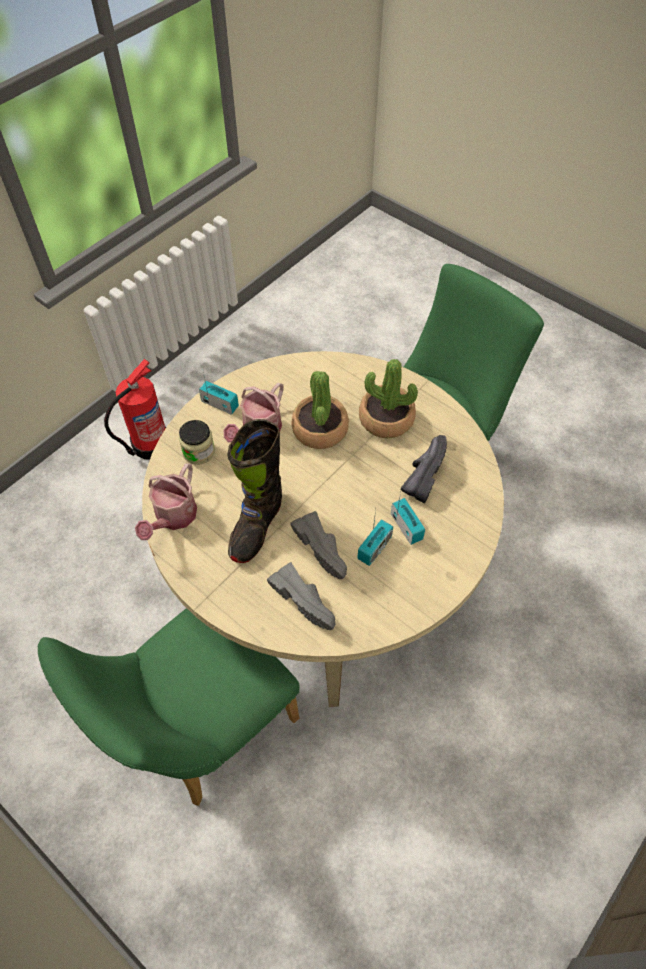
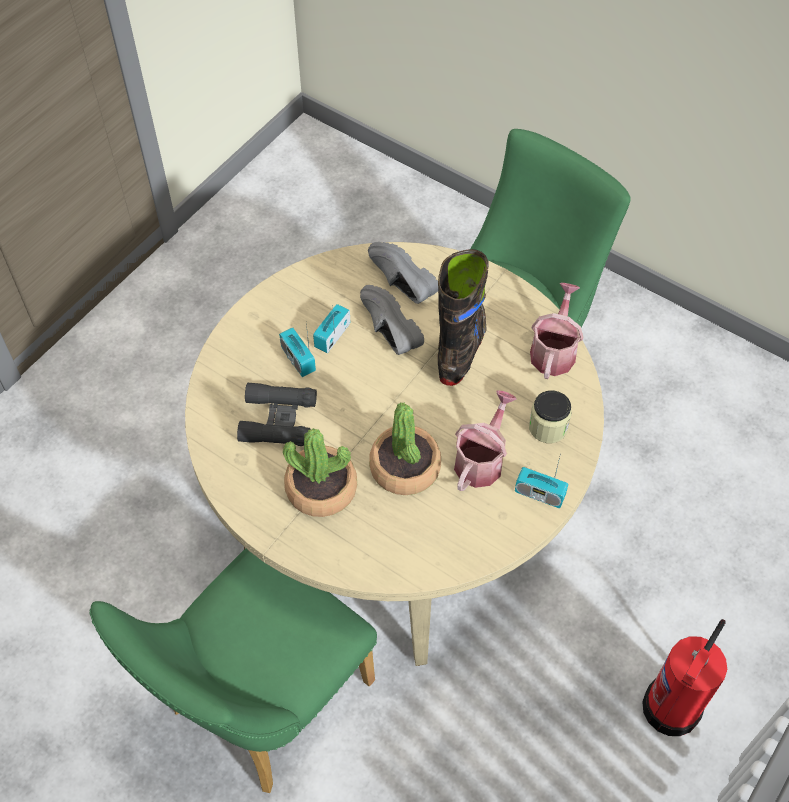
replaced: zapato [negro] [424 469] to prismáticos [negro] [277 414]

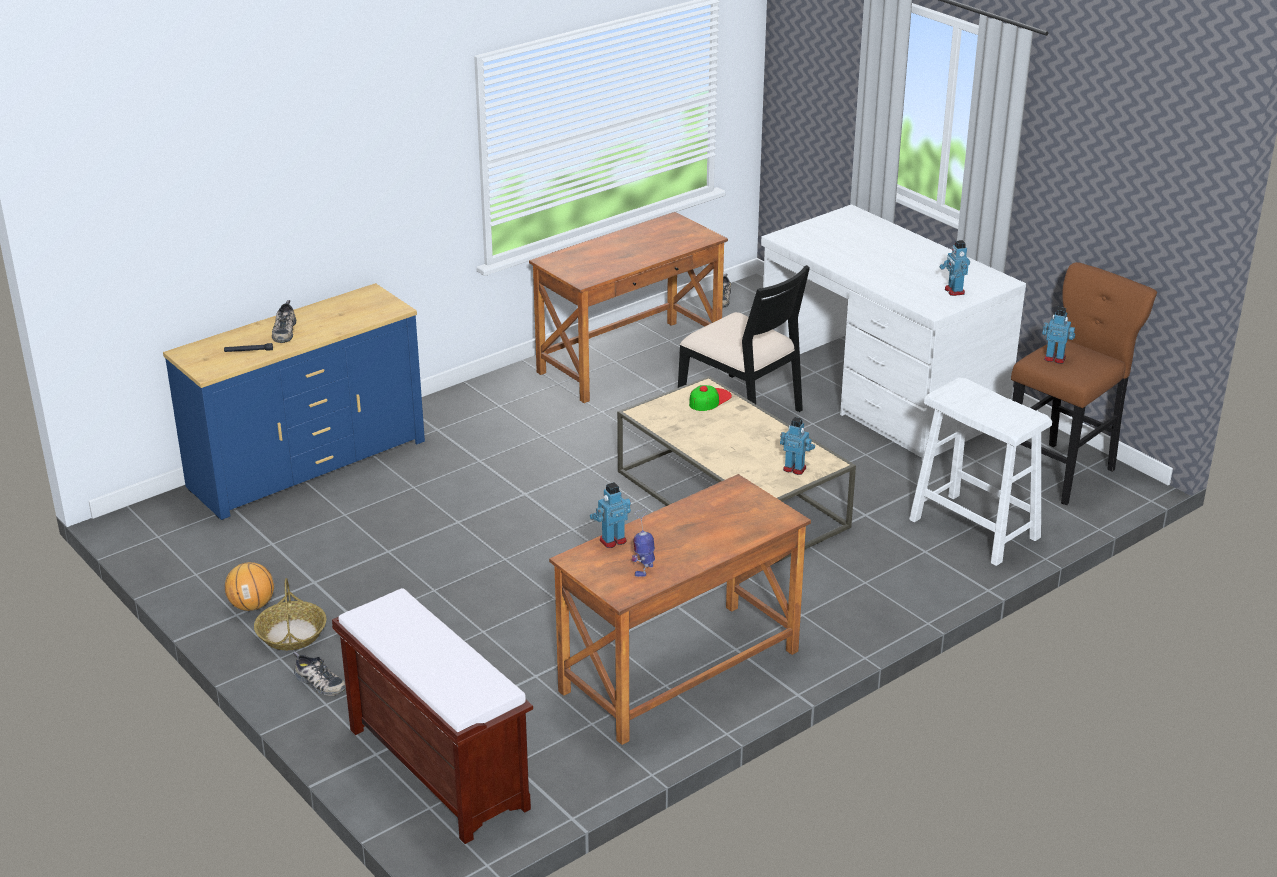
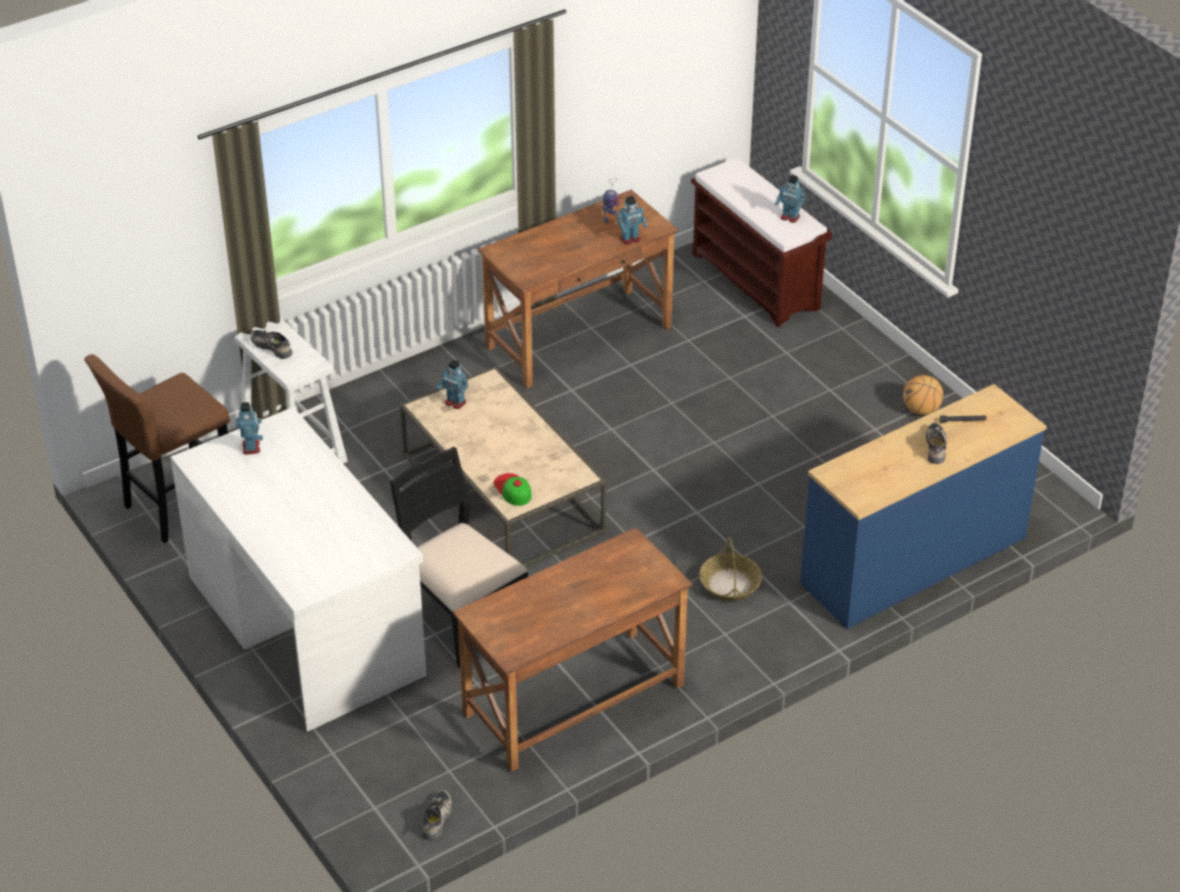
moved: robot de juguete [1058 335] to [790 199]; cesta [290 614] to [730 569]; zapato [319 673] to [272 344]
turned: gorra [710 398] = [513 489] 105 degrees clockwise

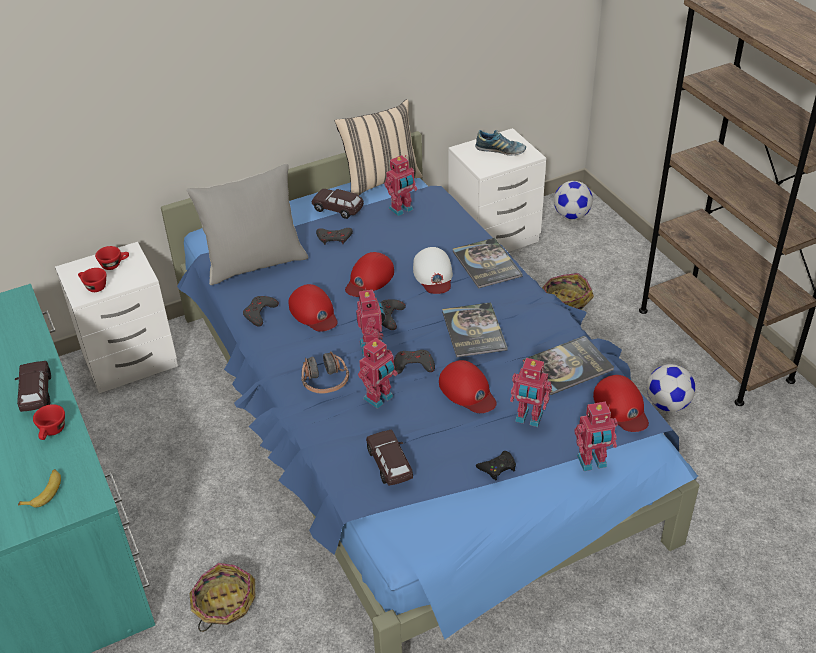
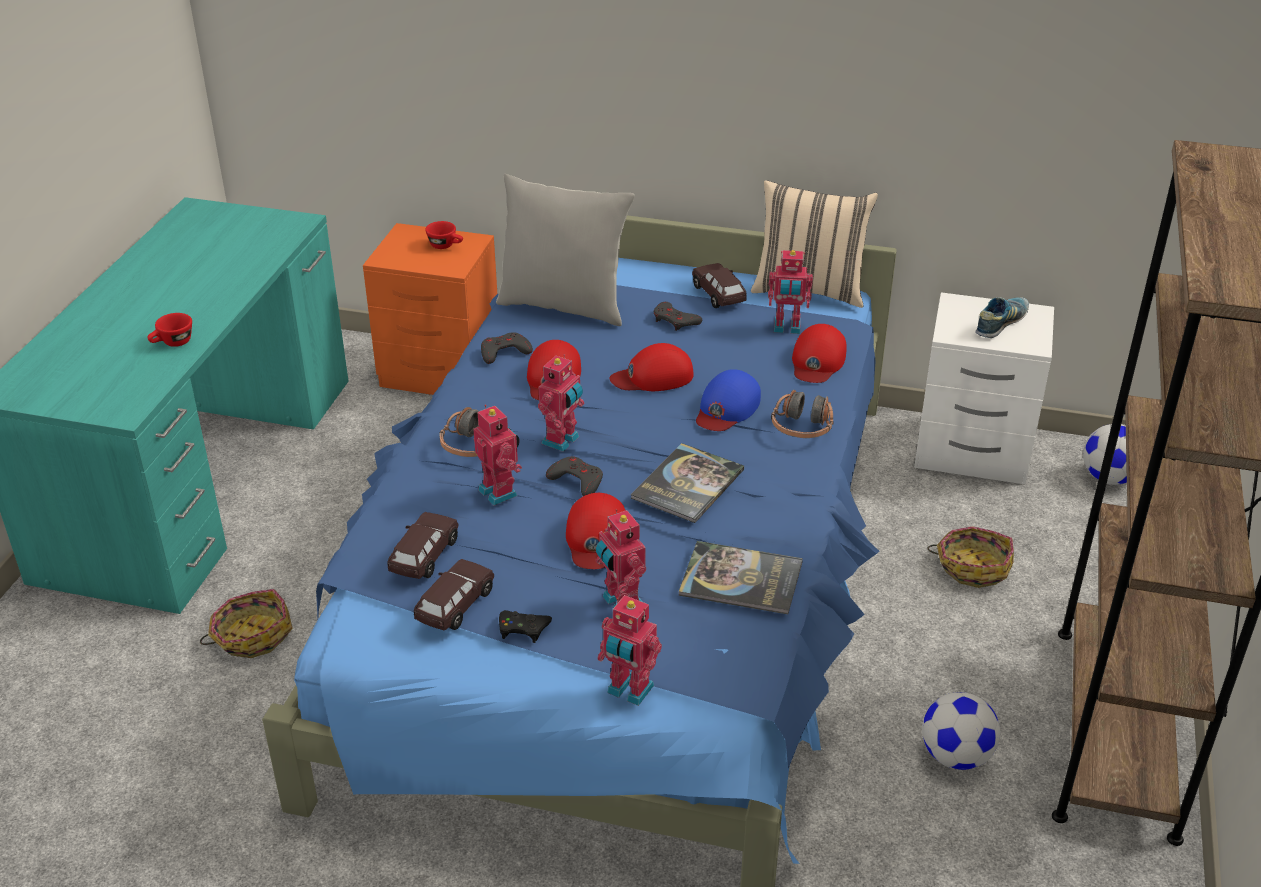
removed: taza [rojo] [92 280]; mando de consola [gris] [393 315]; plátano [39 488]
moved: coche de juguete [marrón] [33 386] to [454 594]; gorra [rojo] [621 403] to [819 353]
replaced: libro [488 263] to auriculares [802 414]
recoloured: mesita de noche [blanco] [116 317] to mesita de noche [naranja] [430 309]; gorra [blanco] [433 270] to gorra [azul] [728 400]
turned: zapato [500 142] = [1002 317] 105 degrees counterclockwise; robot de juguete [378 373] = [497 455] 120 degrees counterclockwise

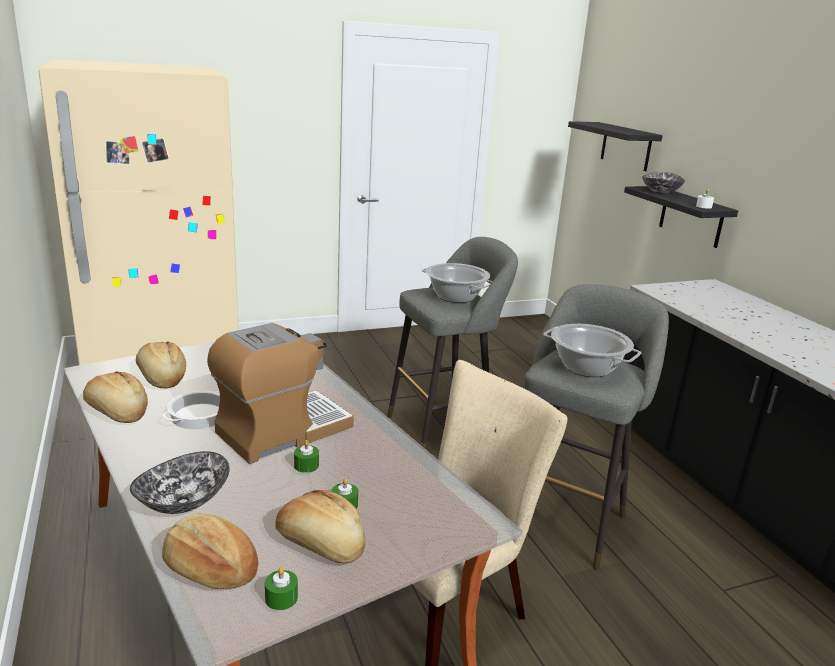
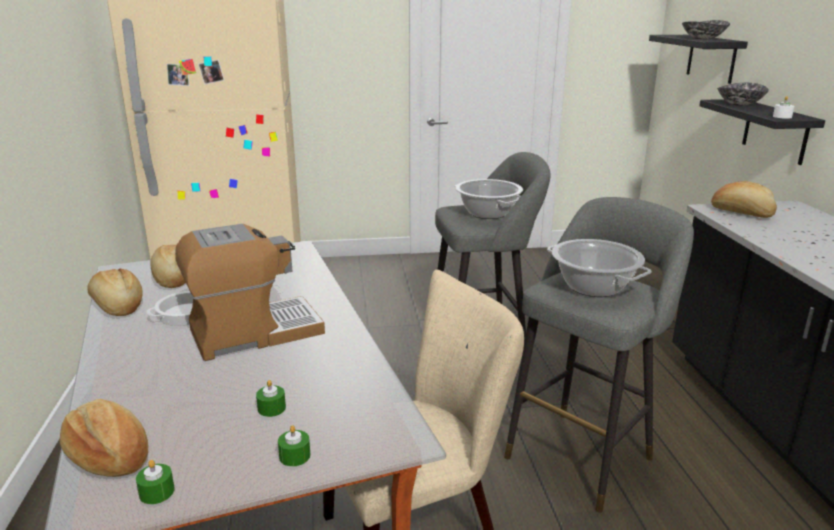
moved: vela [verde] [306 456] to [294 445]; cuenco [180 482] to [706 29]; pan [320 527] to [744 199]

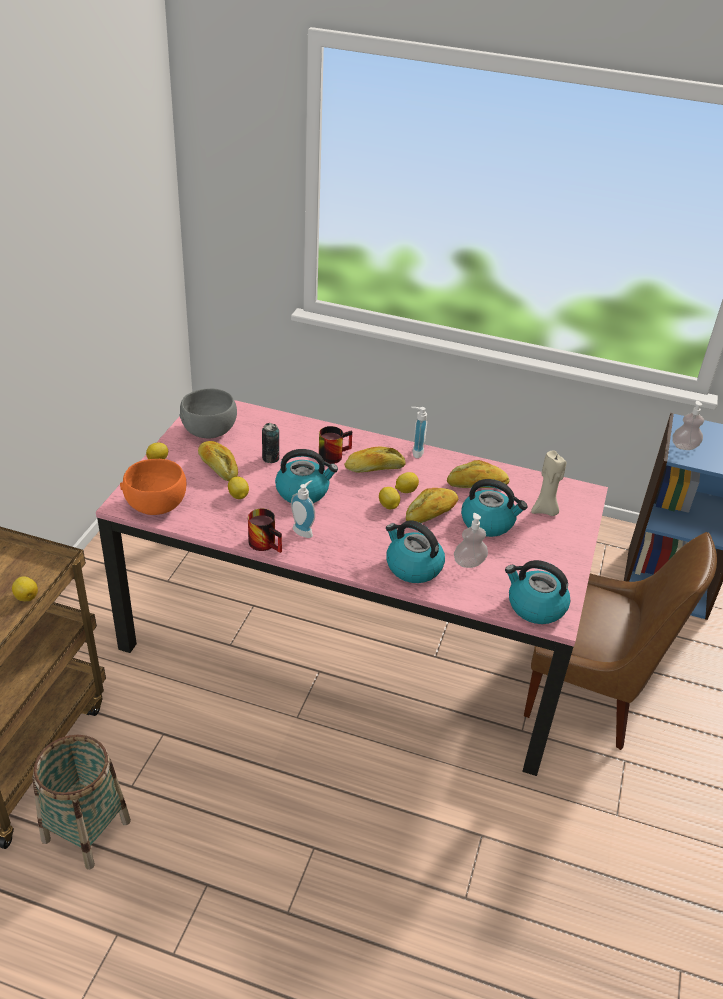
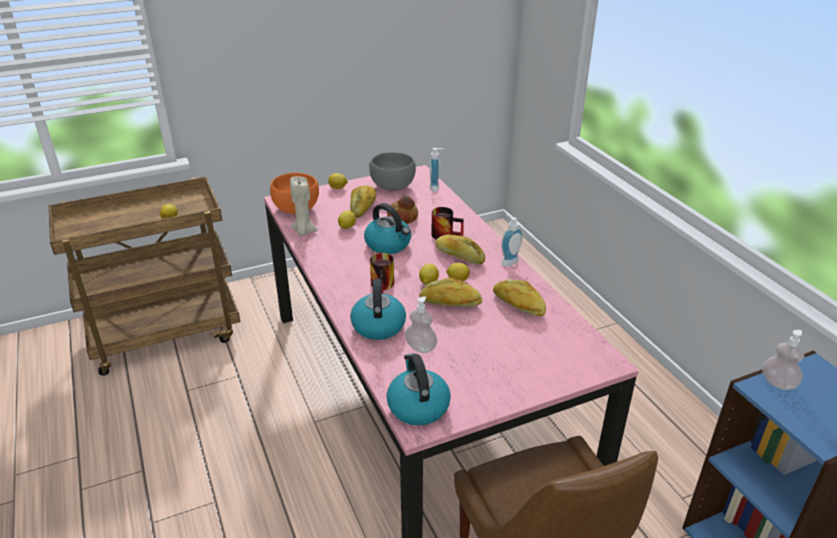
removed: hervidor [494 508]; cesta [81 802]
moved: vela [beis] [548 483] to [304 206]; dispensador de jabón [303 509] to [437 170]; taza grande [265 531] to [382 273]
replaced: lata [271 443] to pan [402 210]

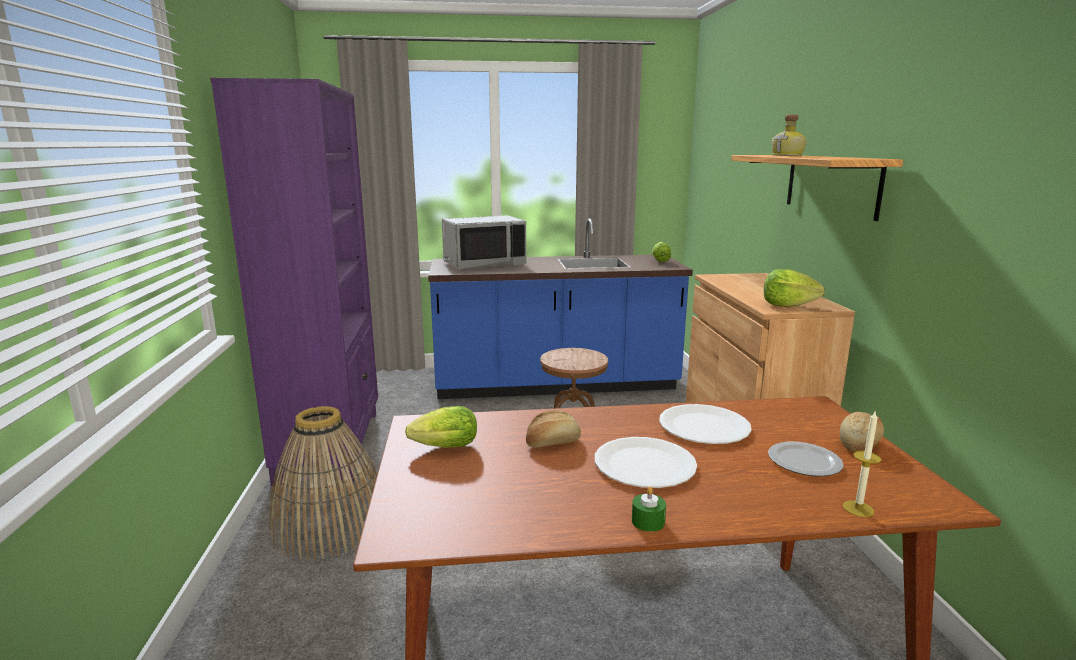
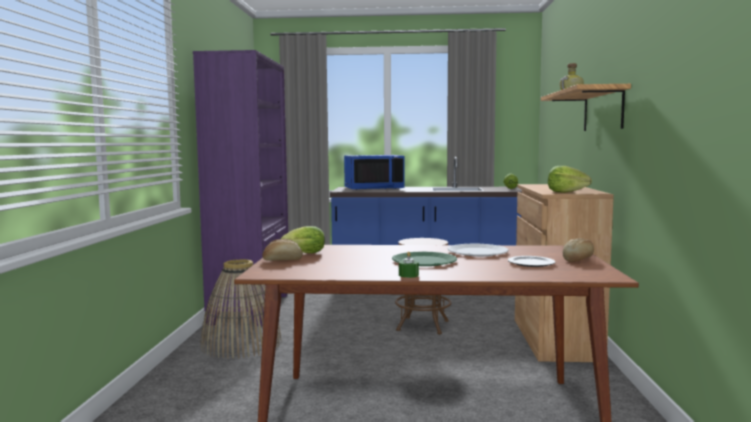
removed: vela [862 464]
moved: pan [553 429] to [282 250]
recoloured: microondas [gris] [484 242] to microondas [azul] [374 172]; plato [blanco] [646 462] to plato [verde] [424 259]

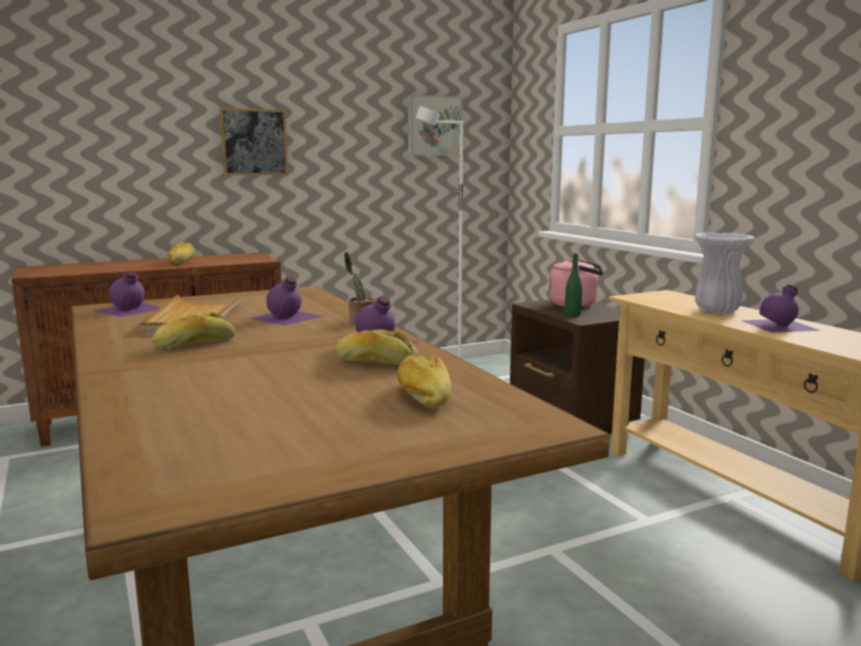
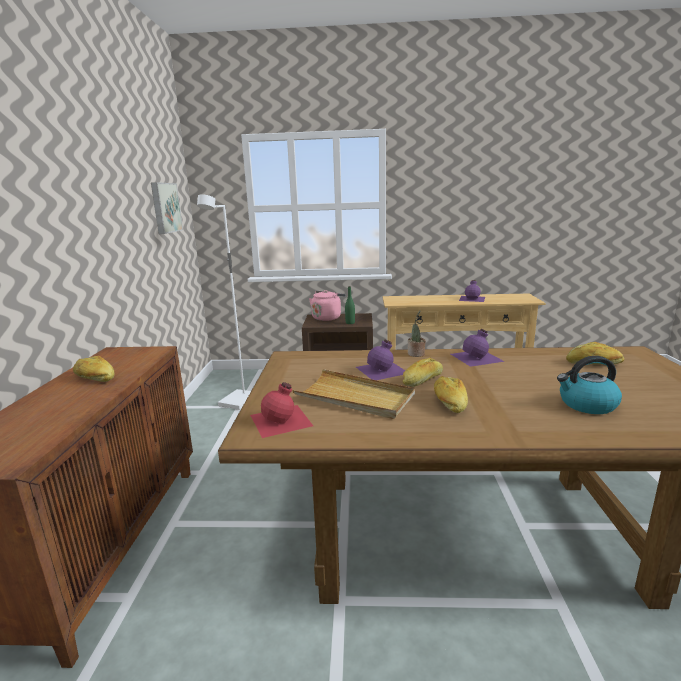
removed: cuadro [254 141]; florero [blanco] [725 273]
added: hervidor [589 385]
moved: pan [377 347] to [423 372]
recoloured: botella [morado] [126 294] to botella [rojo] [281 410]

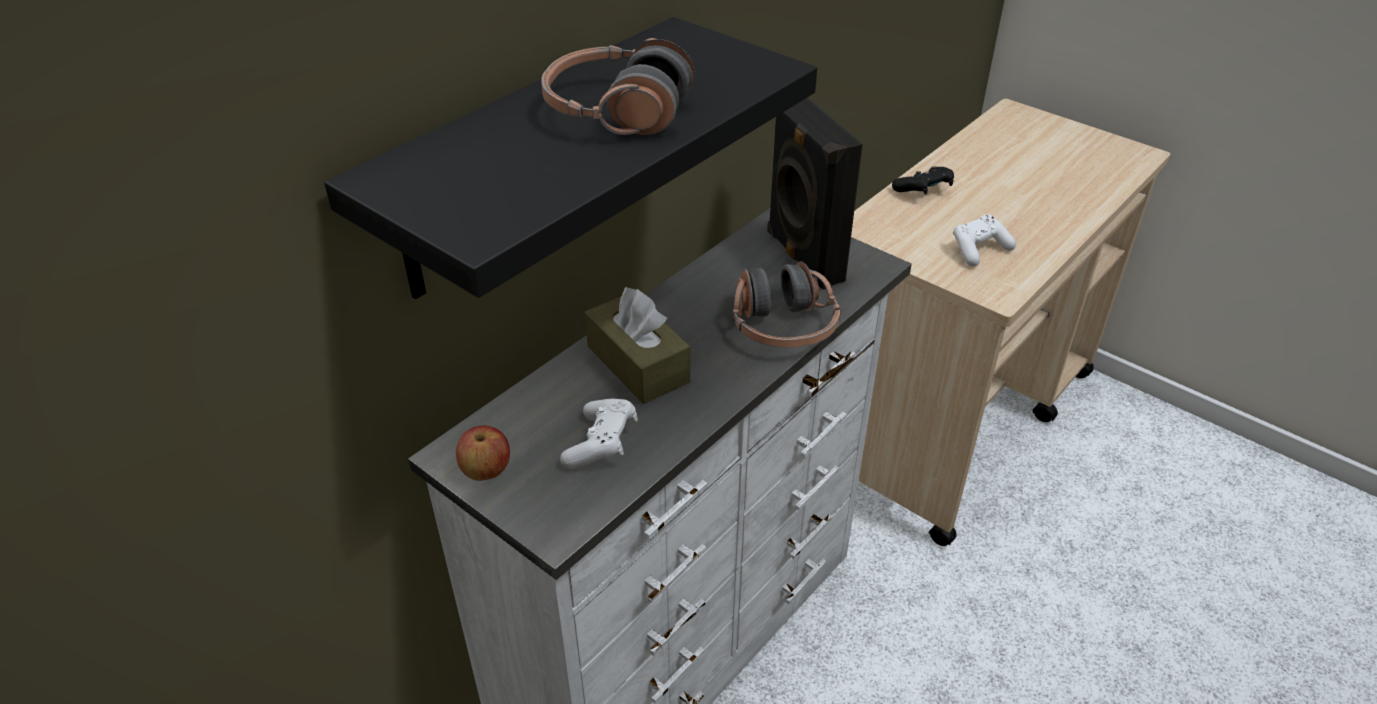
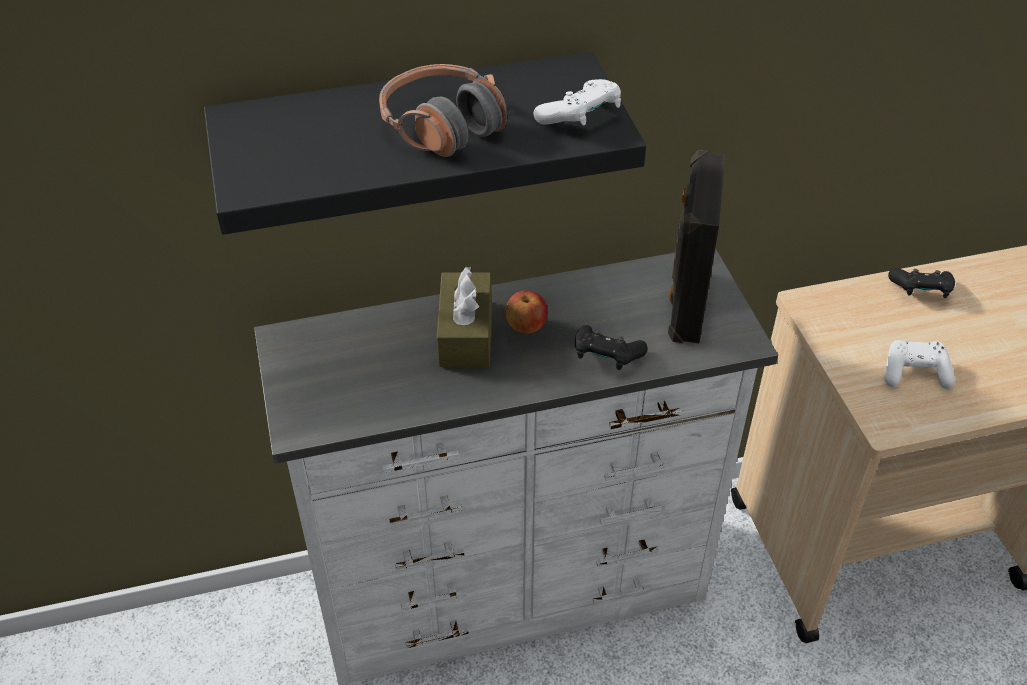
moved: mando de consola [blanco] [599 434] to [577 102]; manzana [483 453] to [526 311]
replaced: auriculares [787 304] to mando de consola [negro] [611 347]

